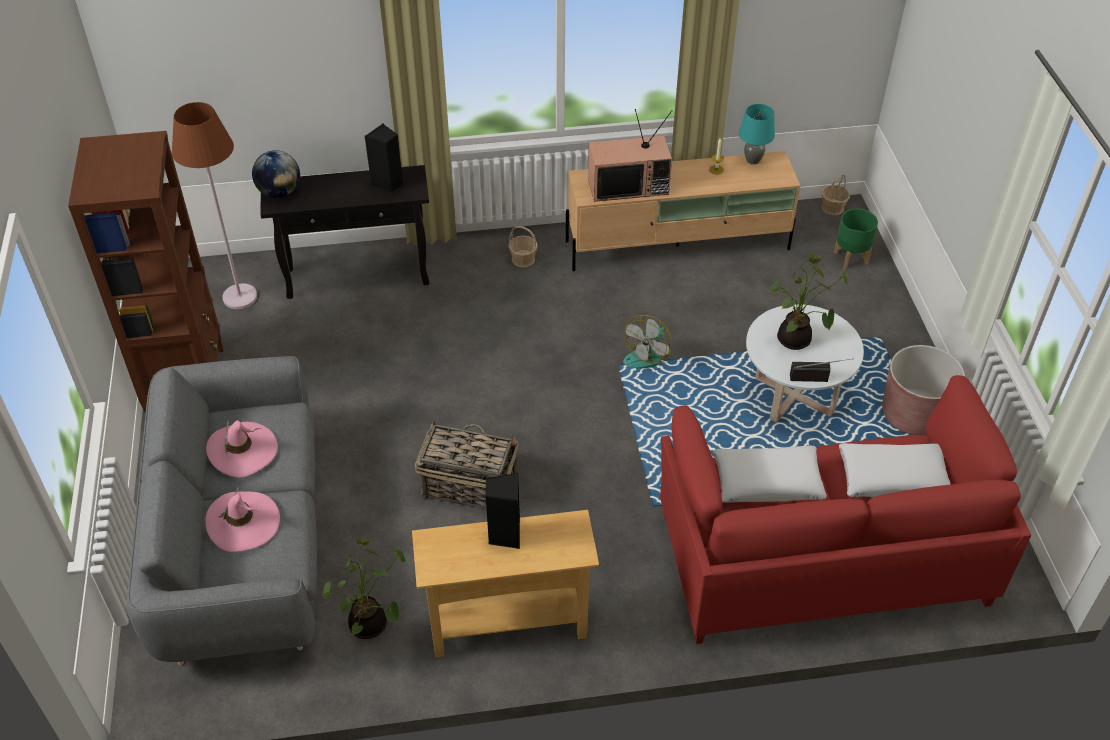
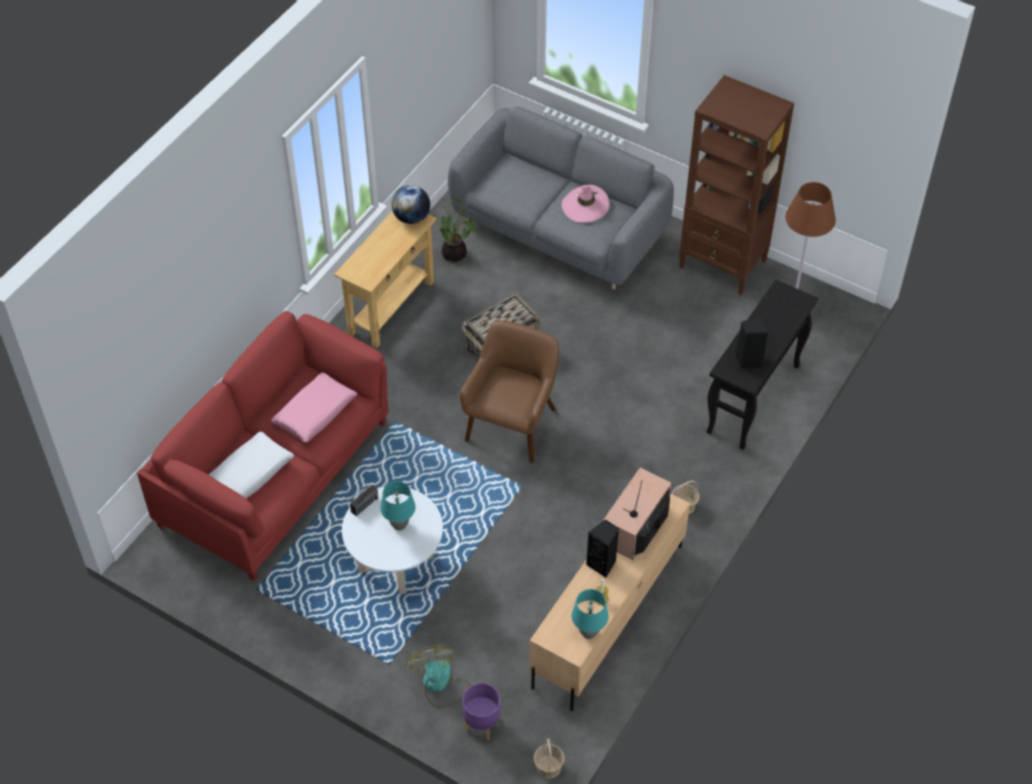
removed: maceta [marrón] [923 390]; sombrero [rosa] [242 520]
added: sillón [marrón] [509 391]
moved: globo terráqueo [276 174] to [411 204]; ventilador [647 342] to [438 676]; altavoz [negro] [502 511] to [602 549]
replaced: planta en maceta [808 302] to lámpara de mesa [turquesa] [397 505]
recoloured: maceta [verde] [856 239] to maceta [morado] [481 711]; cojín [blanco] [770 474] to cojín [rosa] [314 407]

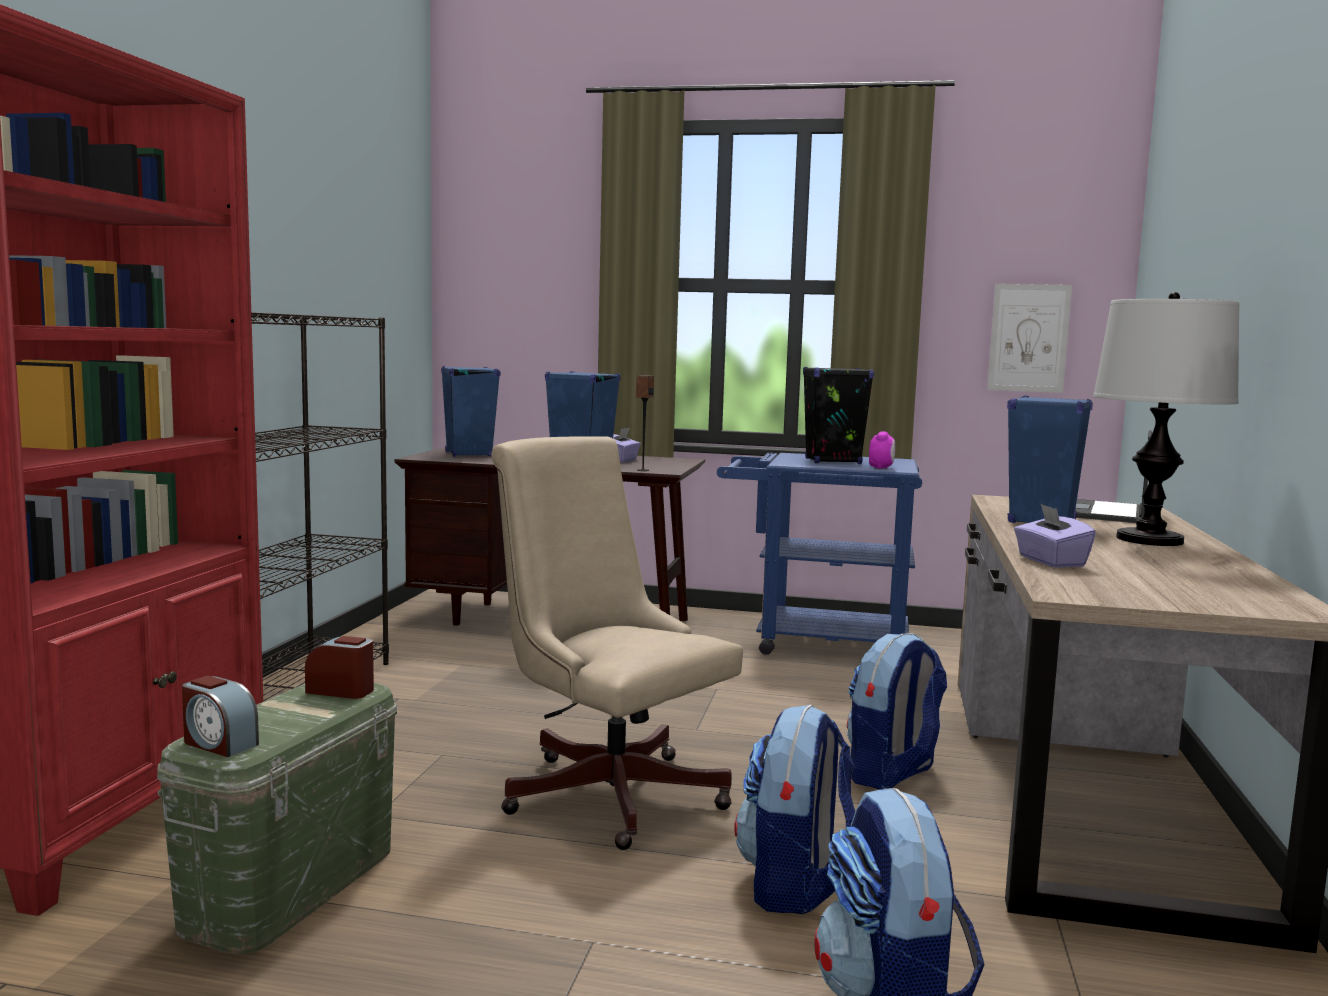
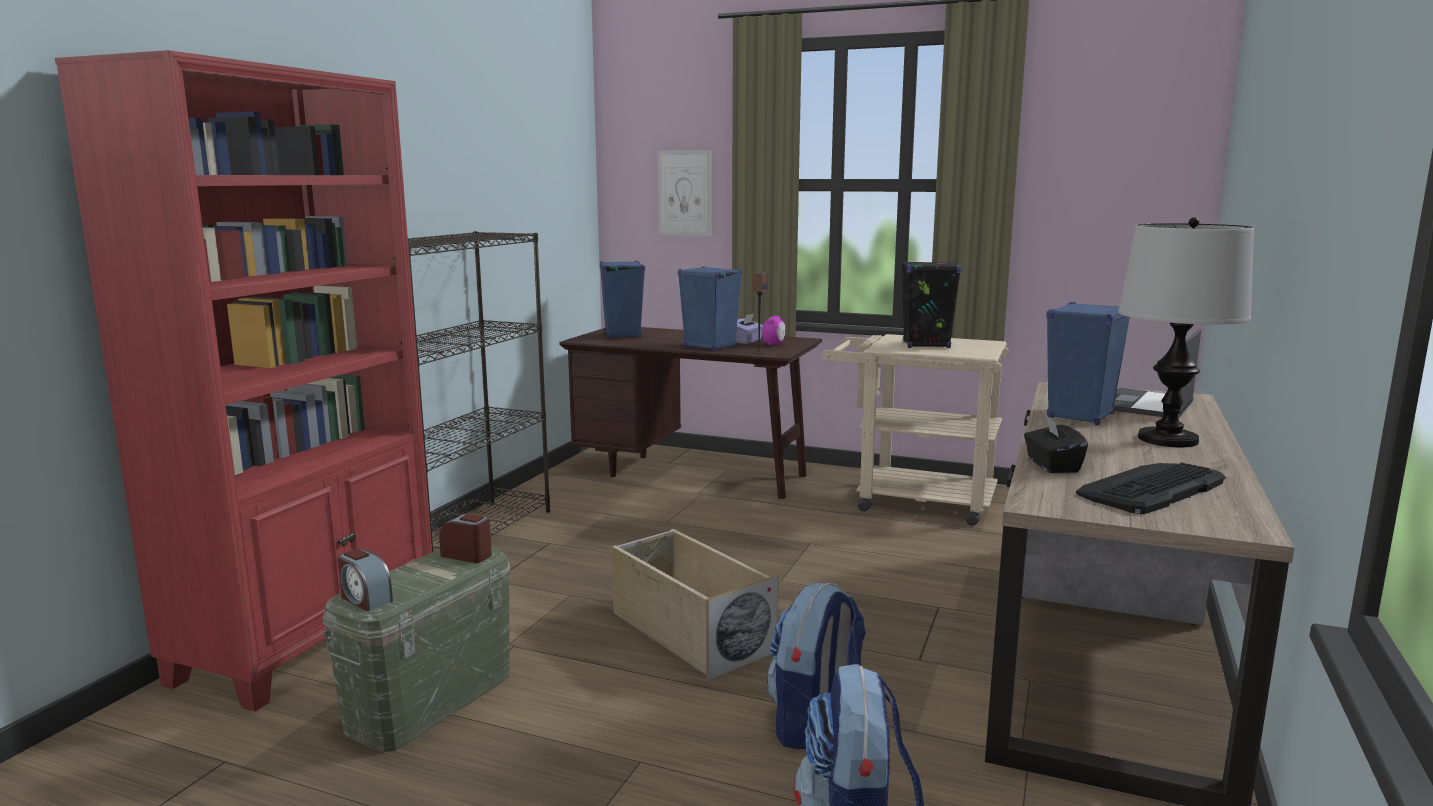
removed: mochila [897 711]
added: teclado [1150 488]
moved: cuadro [1029 338] to [684 193]; despertador [882 450] to [773 331]
replaced: silla de oficina [beis] [617 643] to caja de almacenaje [beis] [695 605]
recoloured: carrito [azul] [819 554] to carrito [beis] [915 430]; caja de pañuelos [morado] [1055 535] to caja de pañuelos [negro] [1056 444]

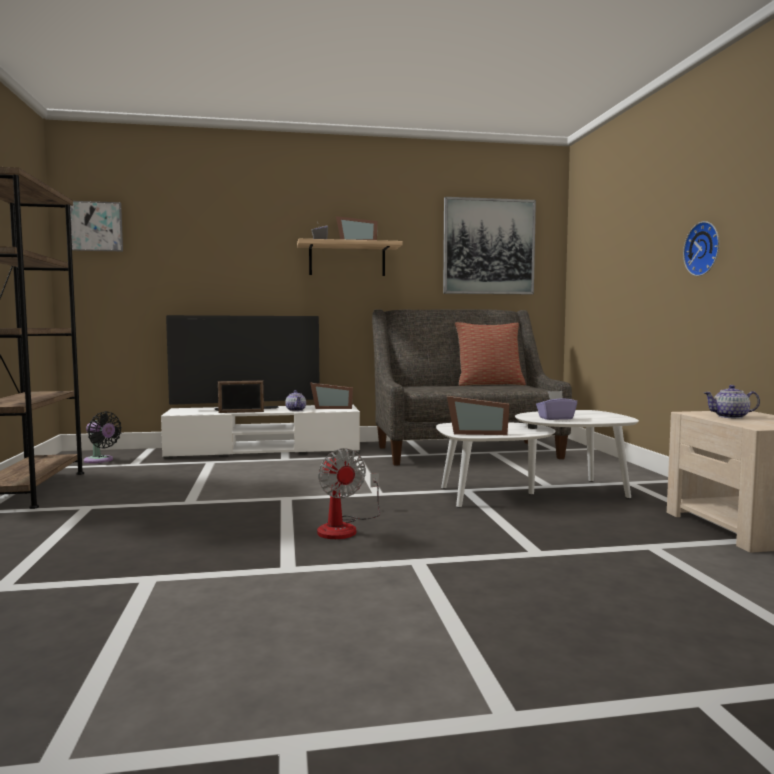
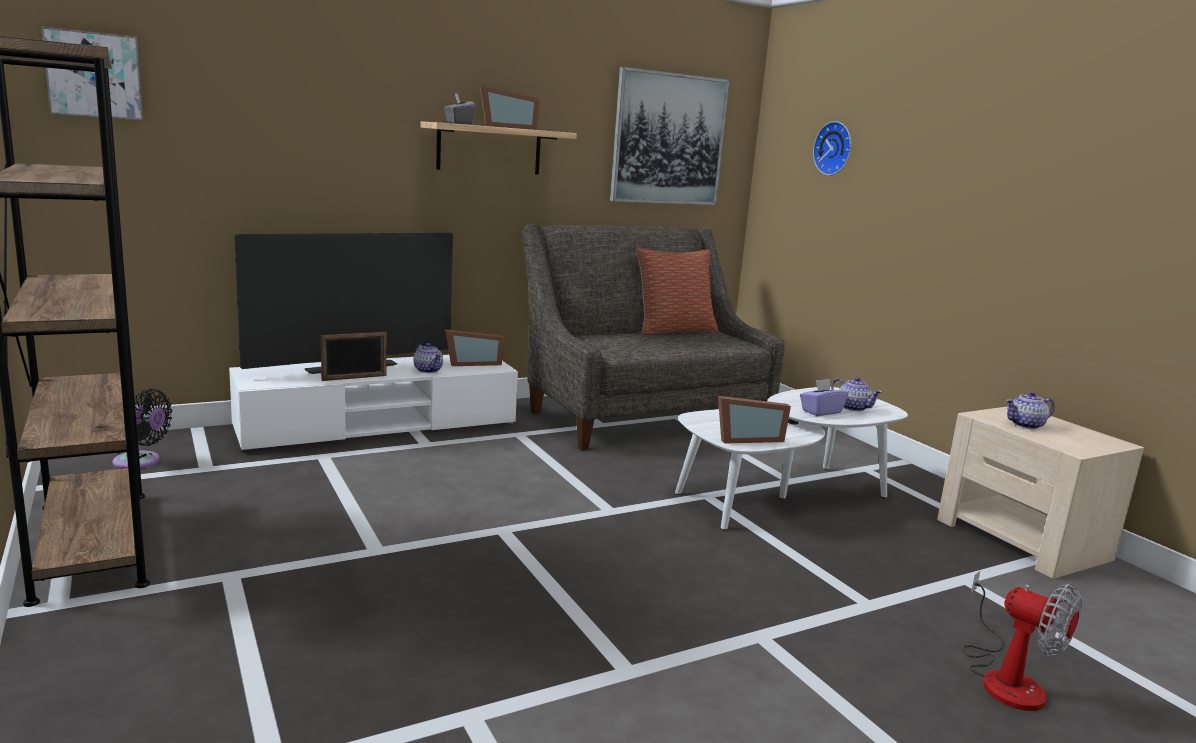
added: tetera [856 394]
moved: reloj de pared [701 248] to [832 148]; ventilador [348 493] to [1022 641]

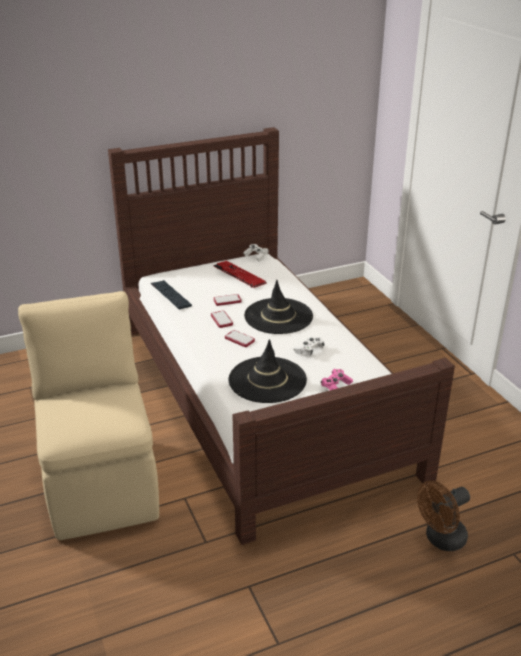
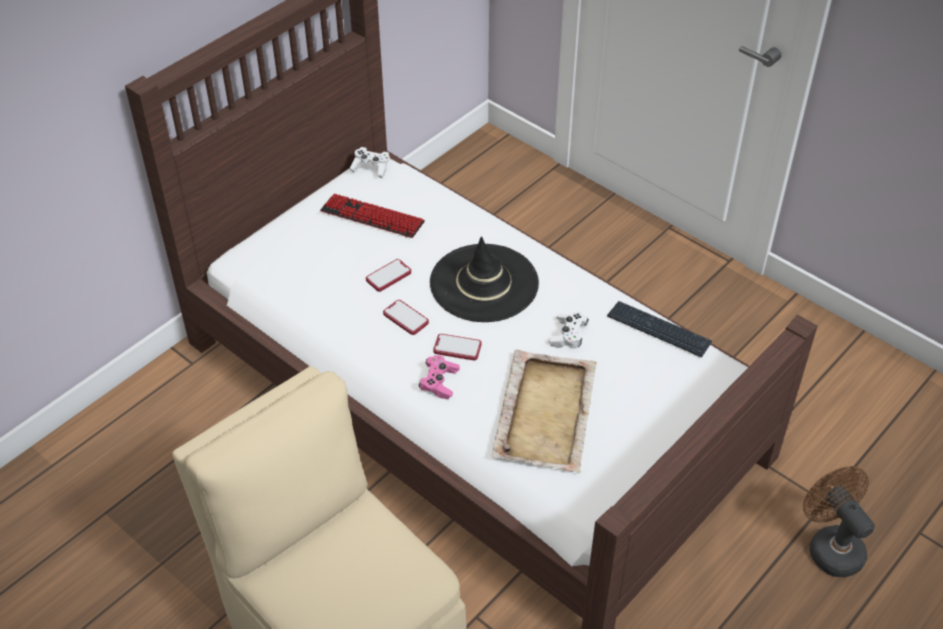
moved: teclado [171 294] to [659 329]; mando de consola [rosa] [337 379] to [439 377]
replaced: sombrero [negro] [267 371] to bandeja [beis] [544 411]
turned: ventilador [marrón] [443 516] = [839 521] 120 degrees clockwise

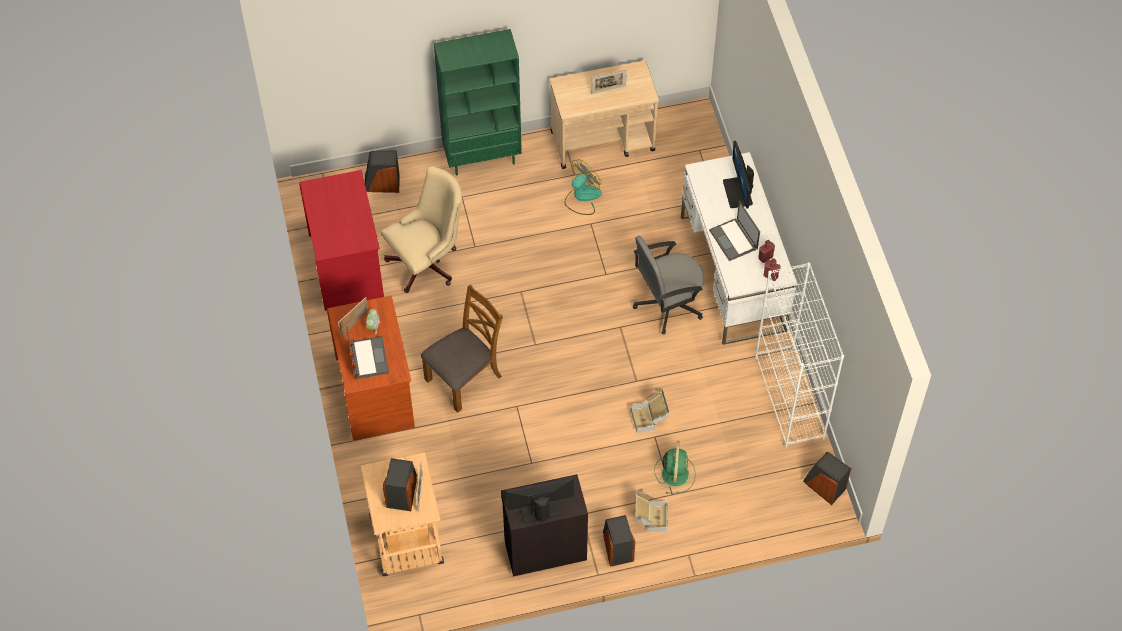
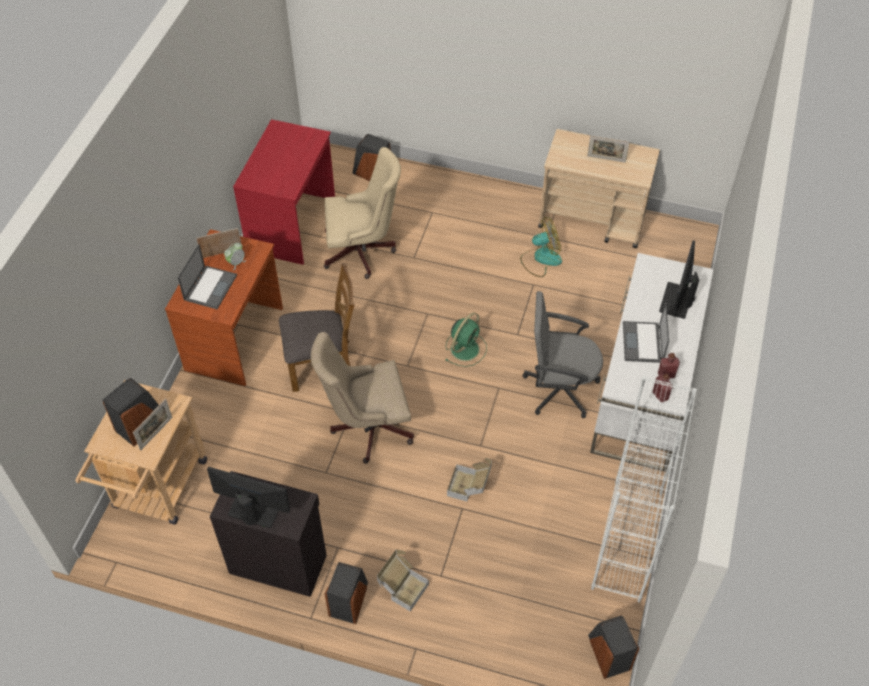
removed: estantería [verde] [478 102]
added: silla de oficina [beis] [362 398]
moved: ventilador [verde] [675 467] to [466 339]

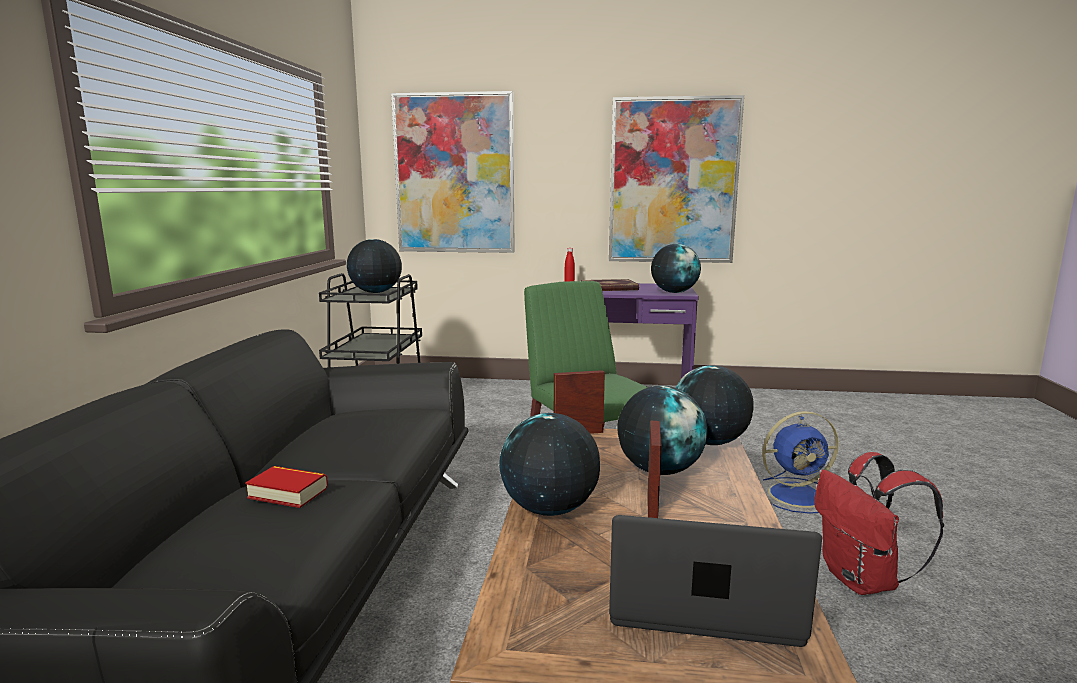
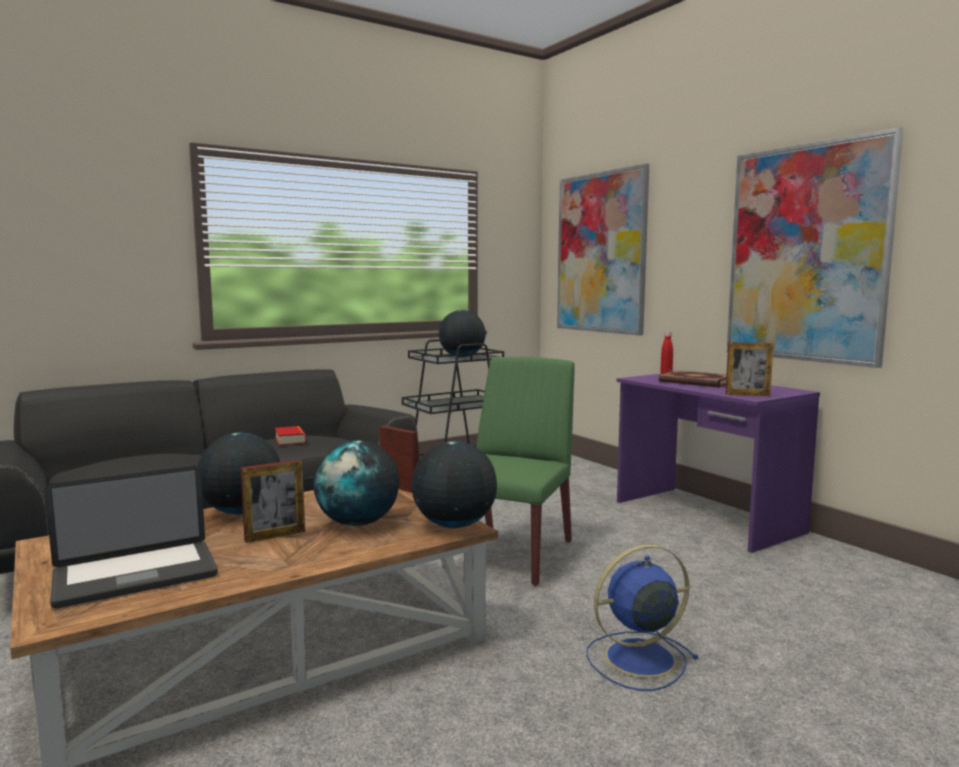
removed: mochila [rojo] [879 523]
moved: libro [286 487] to [290 436]
replaced: globo terráqueo [676 268] to portarretratos [750 369]
turned: ventilador [azul] [800 462] = [643 617] 120 degrees clockwise; portátil [715 581] = [131 537] 90 degrees clockwise

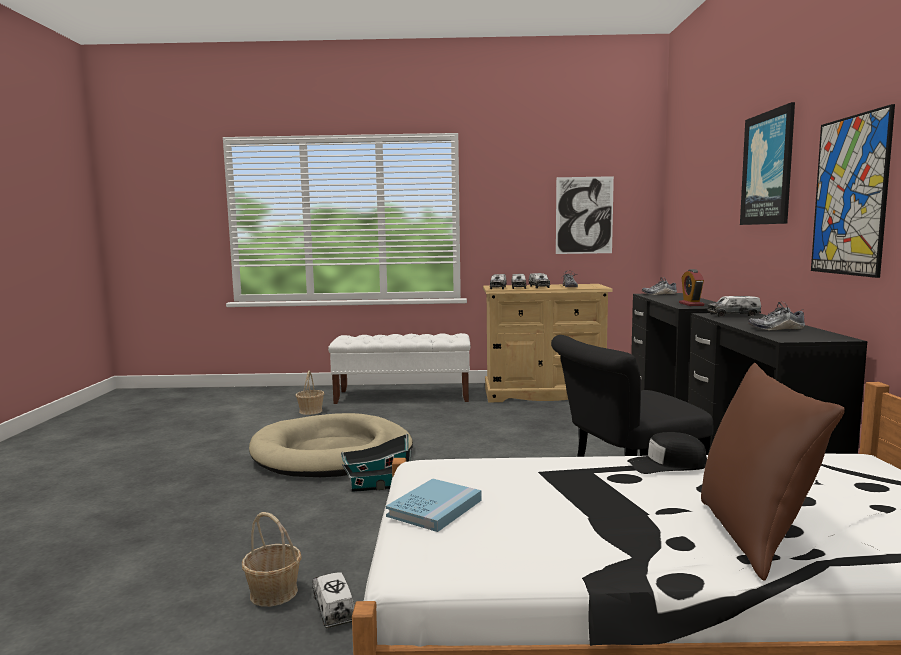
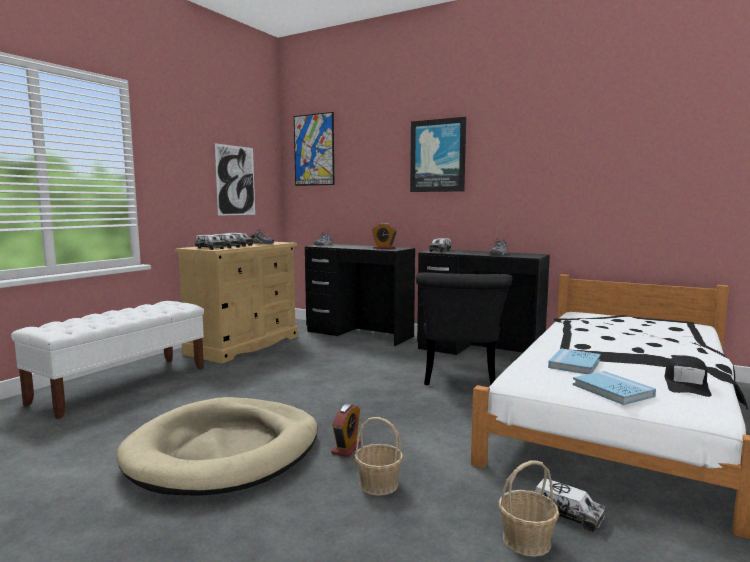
removed: cojín [marrón] [773 472]
added: libro [azul] [574 361]
moved: cuadro [853 191] to [314 149]; cesta [310 393] to [379 456]; gorra [negro] [667 453] to [688 376]
replaced: casita [376 462] to despertador [346 430]
turned: camión de juguete [333 600] = [570 505] 150 degrees counterclockwise

